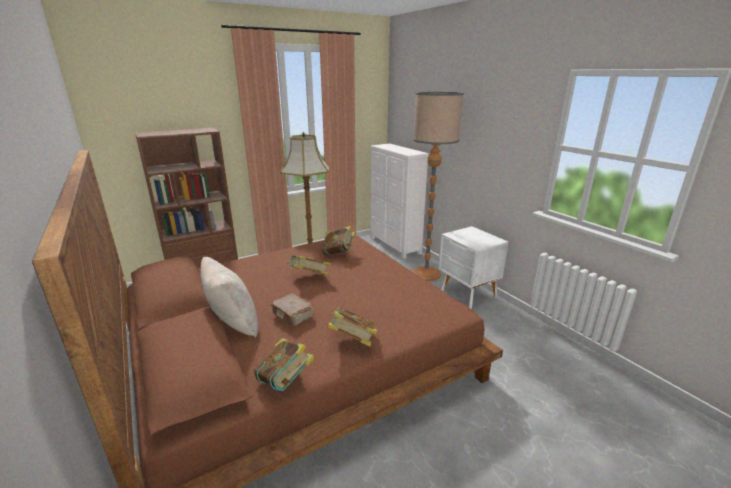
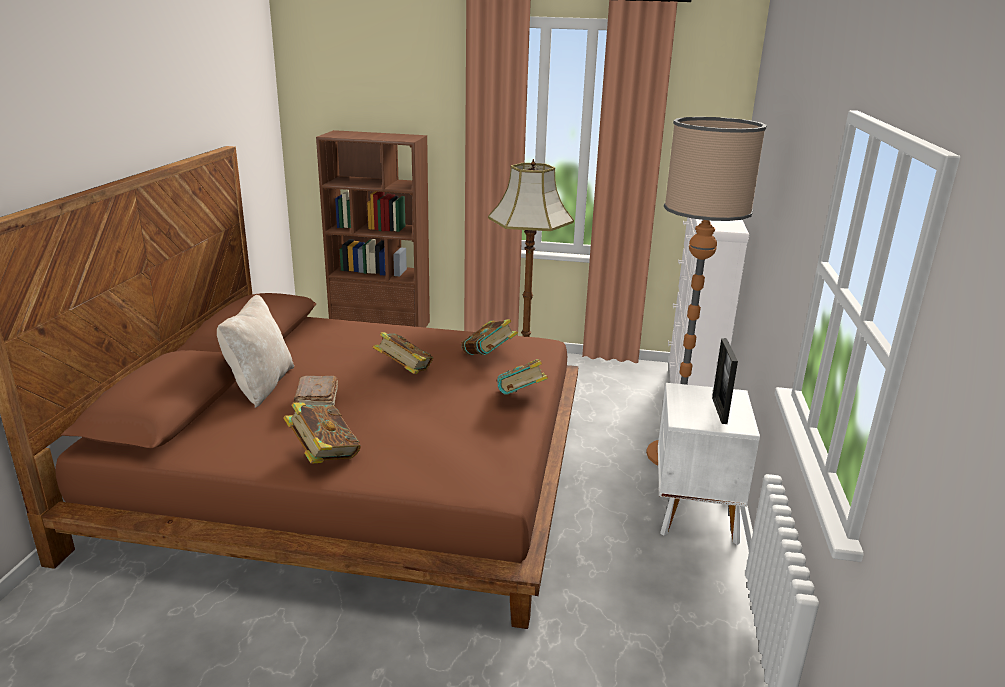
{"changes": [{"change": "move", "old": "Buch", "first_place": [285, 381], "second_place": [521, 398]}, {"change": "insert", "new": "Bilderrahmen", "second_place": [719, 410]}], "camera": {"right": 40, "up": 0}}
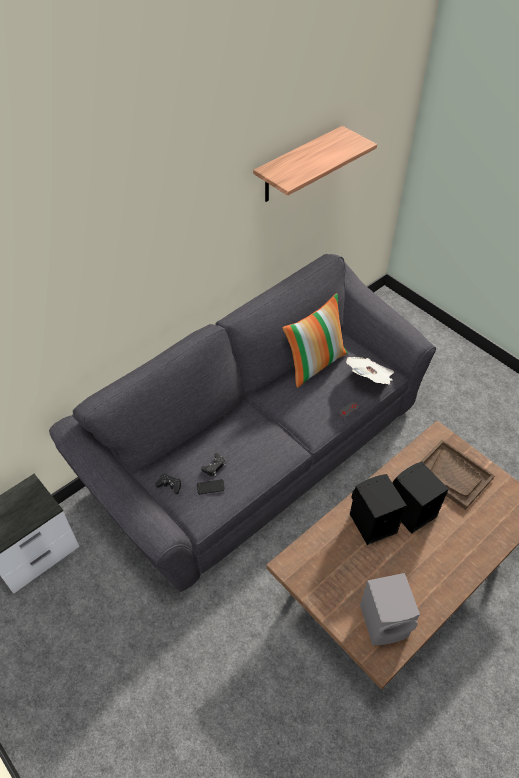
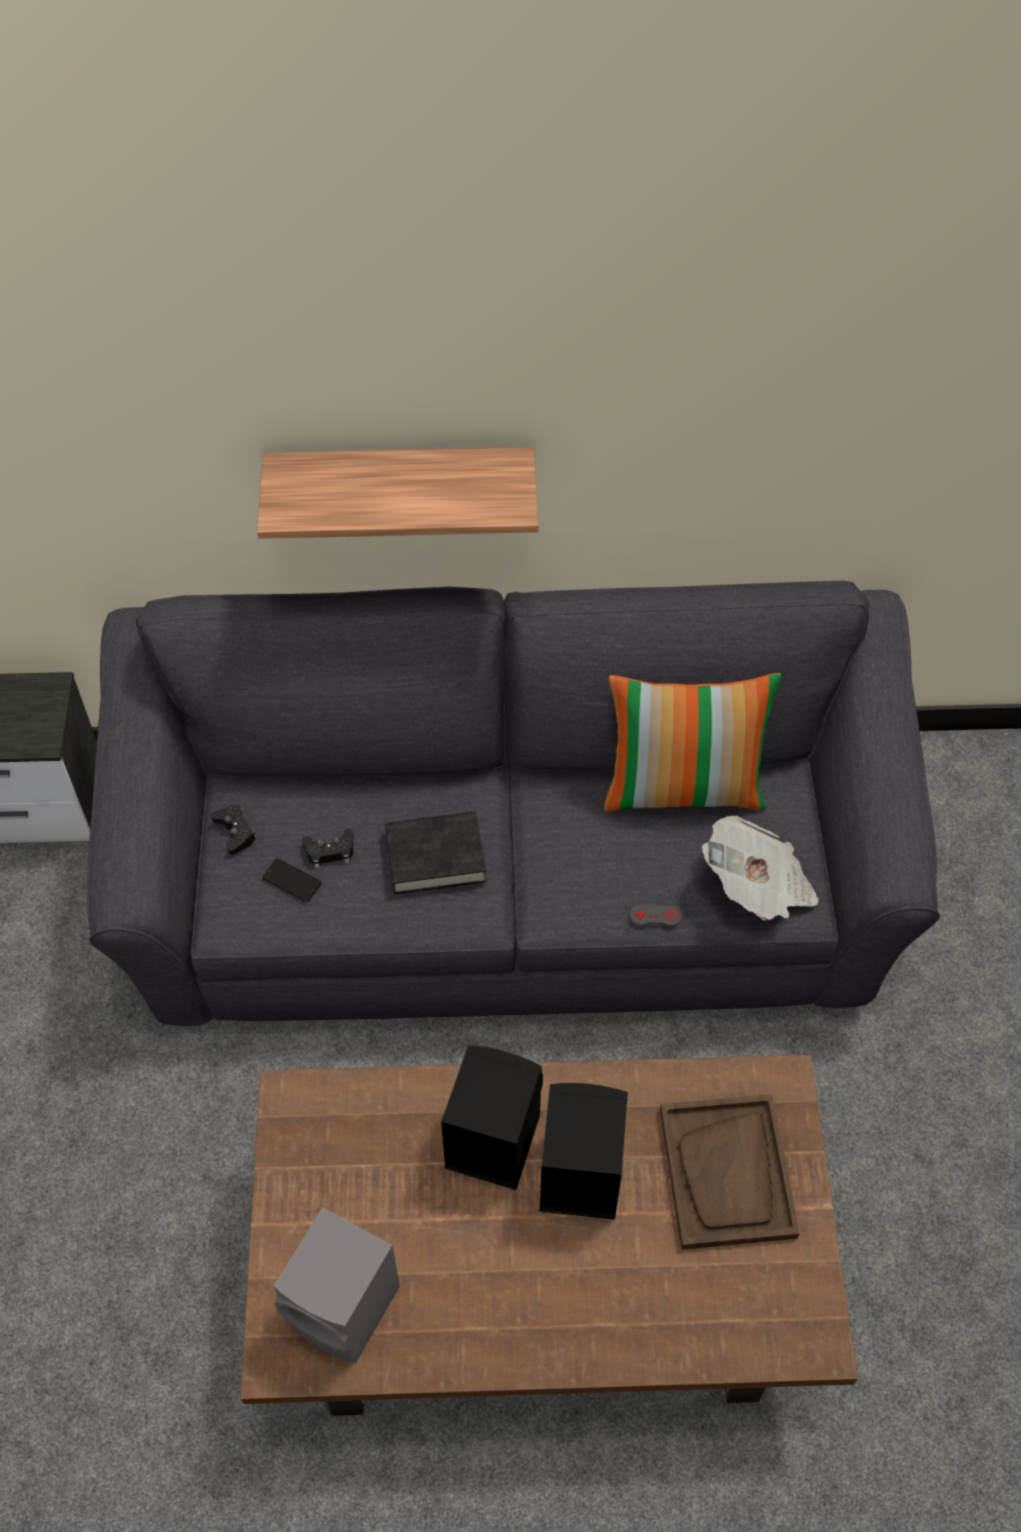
{"changes": [{"change": "move", "old": "Wandregal", "first_place": [298, 165], "second_place": [401, 482]}, {"change": "insert", "new": "Buch [schwarz]", "second_place": [435, 857]}], "camera": {"right": 40, "up": 5}}
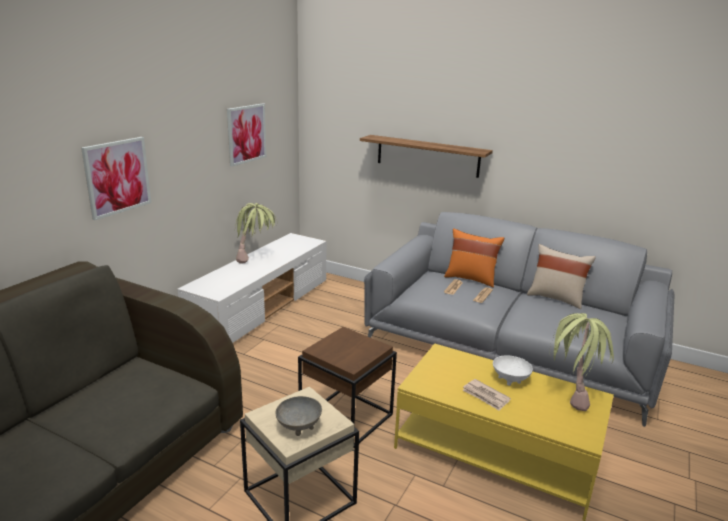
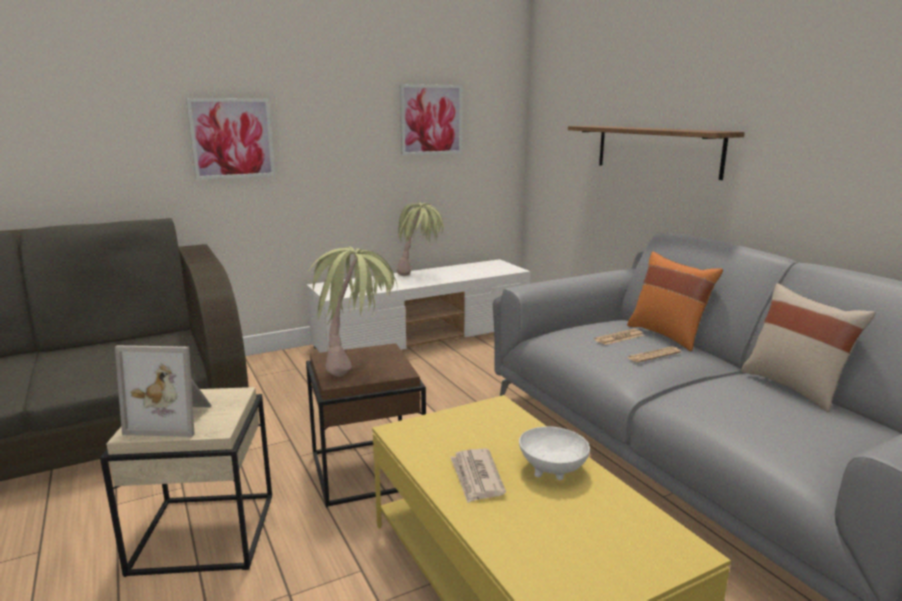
{"changes": [{"change": "replace", "old": "Schüssel [grau]", "new": "Bilderrahmen", "first_place": [299, 426], "second_place": [173, 419]}, {"change": "move", "old": "Topfpflanze", "first_place": [570, 395], "second_place": [357, 364]}], "camera": {"right": 35, "up": -5}}
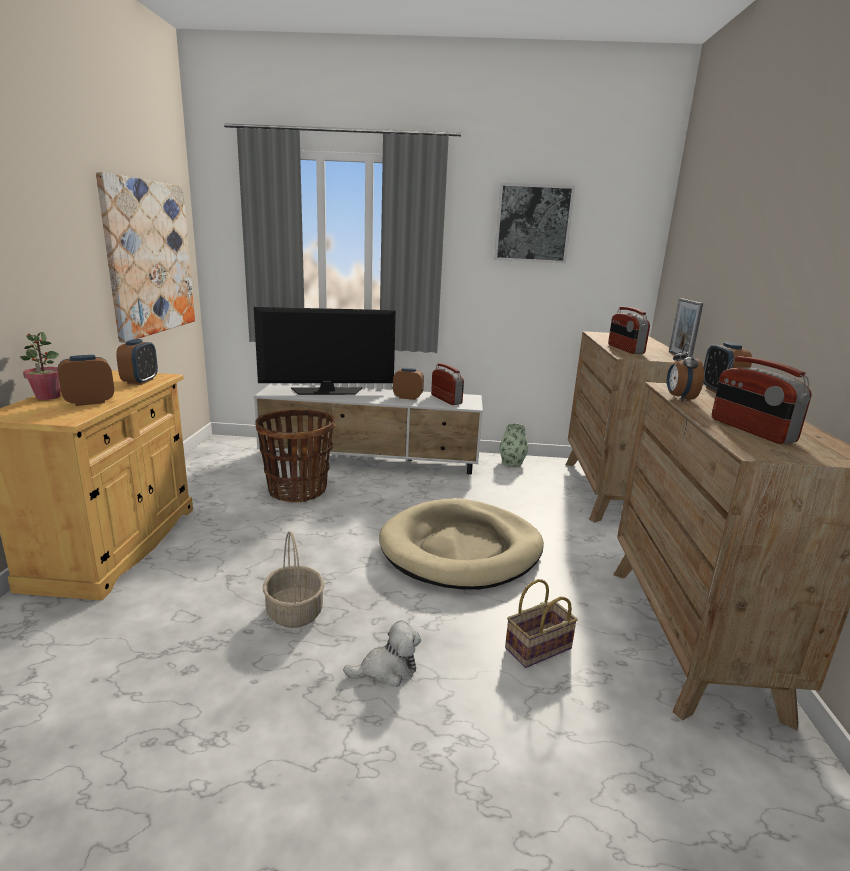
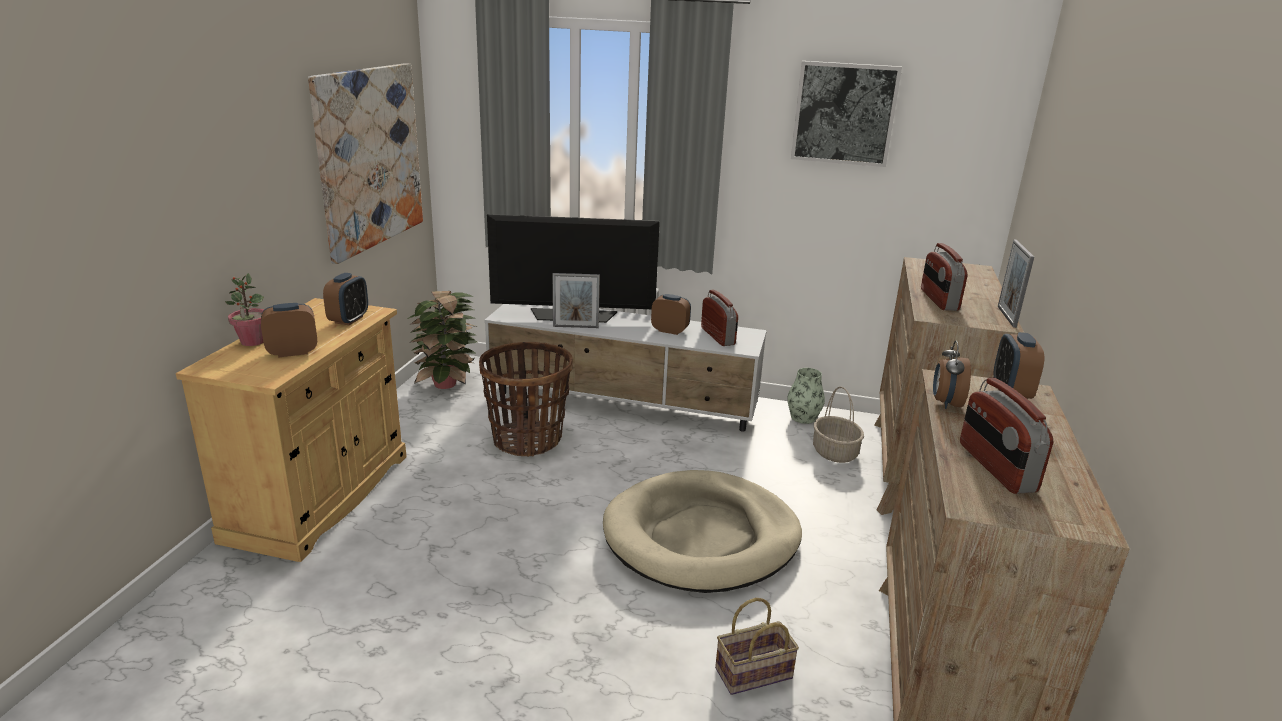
{"changes": [{"change": "insert", "new": "Topfpflanze", "second_place": [446, 385]}, {"change": "insert", "new": "Bilderrahmen", "second_place": [575, 327]}, {"change": "move", "old": "Korb", "first_place": [294, 612], "second_place": [834, 452]}, {"change": "delete", "old": "Plüschtier", "first_place": [387, 670]}], "camera": {"right": 10, "up": 5}}
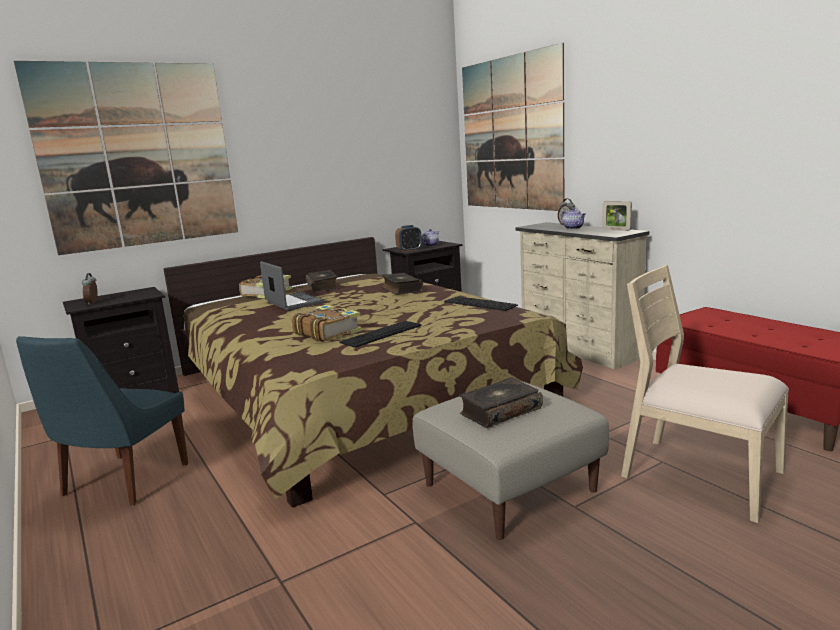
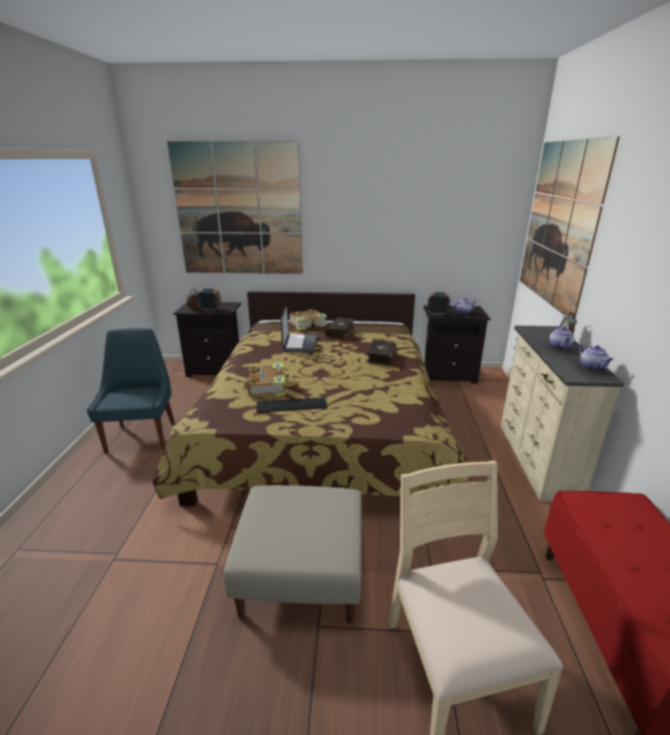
{"changes": [{"change": "rotate", "old": "Stuhl [blau]", "first_place": [122, 482], "second_place": [143, 436], "degrees": 120}, {"change": "insert", "new": "Wecker", "second_place": [210, 310]}, {"change": "replace", "old": "Bilderrahmen", "new": "Teekanne", "first_place": [616, 230], "second_place": [592, 367]}, {"change": "delete", "old": "Tastatur", "first_place": [480, 303]}, {"change": "delete", "old": "Buch", "first_place": [500, 411]}], "camera": {"right": 35, "up": 10}}
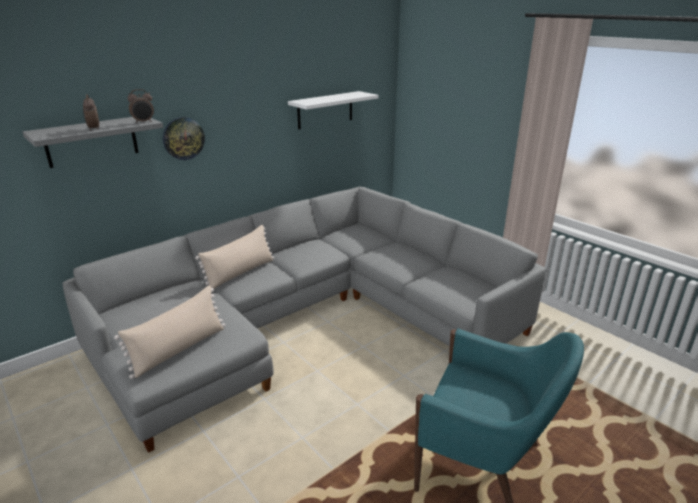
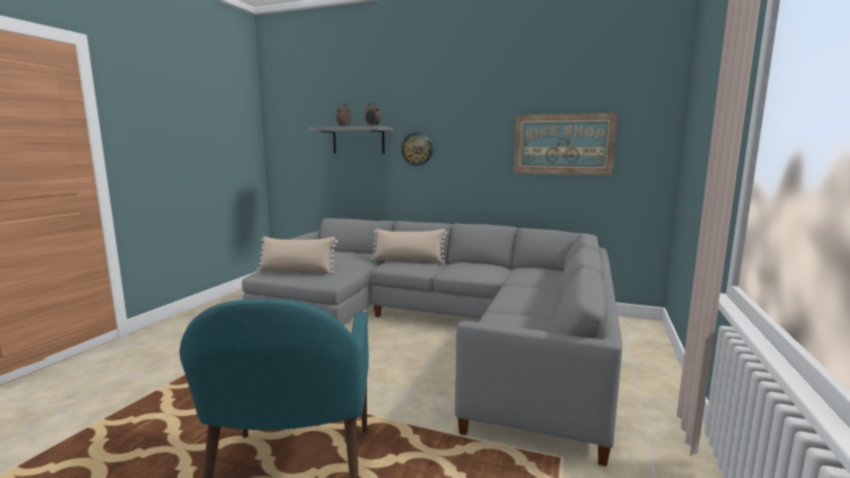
{"changes": [{"change": "replace", "old": "Wandregal [weiß]", "new": "Bild", "first_place": [325, 110], "second_place": [563, 144]}], "camera": {"right": 60, "up": -15}}
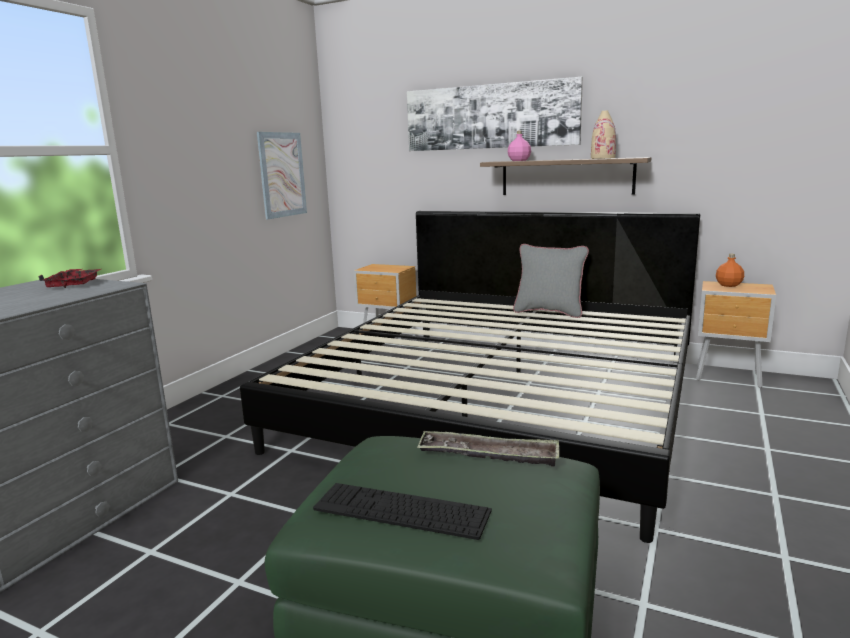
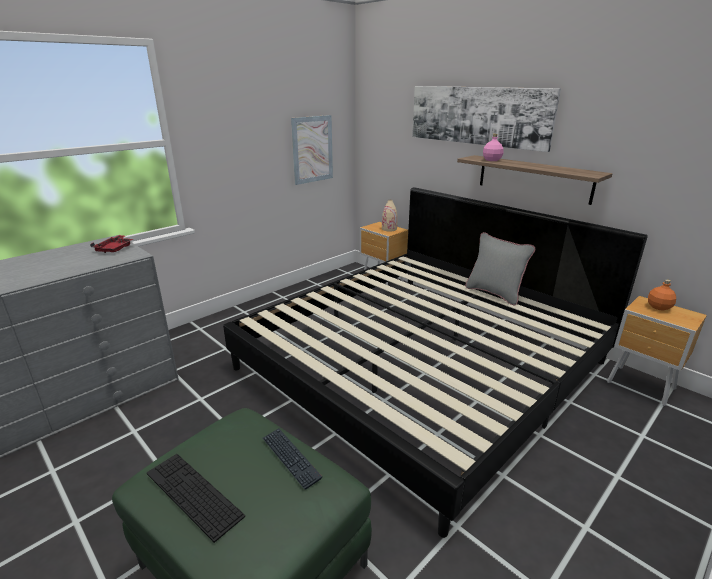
{"changes": [{"change": "replace", "old": "Tablett", "new": "Tastatur", "first_place": [488, 455], "second_place": [290, 458]}, {"change": "move", "old": "Vase [beige]", "first_place": [603, 158], "second_place": [389, 229]}], "camera": {"right": 20, "up": 10}}
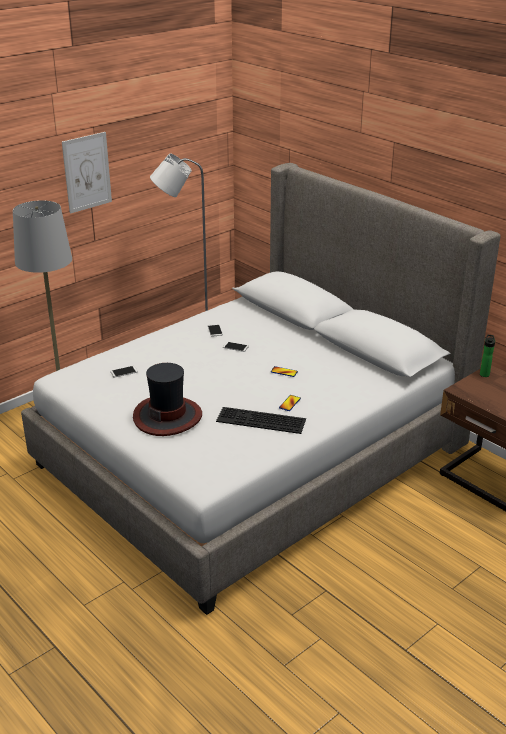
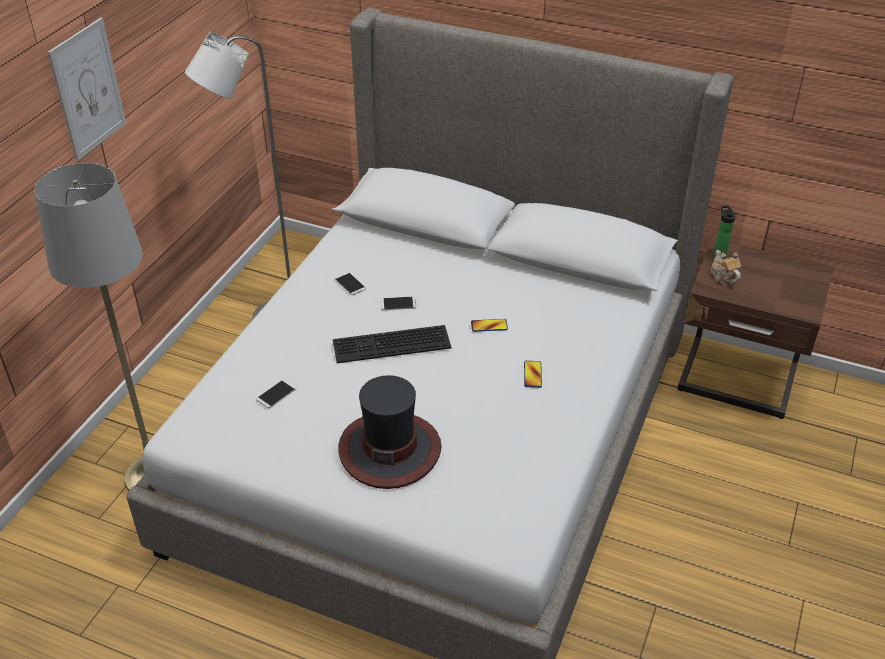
{"changes": [{"change": "move", "old": "Tastatur", "first_place": [259, 421], "second_place": [391, 346]}, {"change": "insert", "new": "Teekanne", "second_place": [723, 277]}], "camera": {"right": -25, "up": 10}}
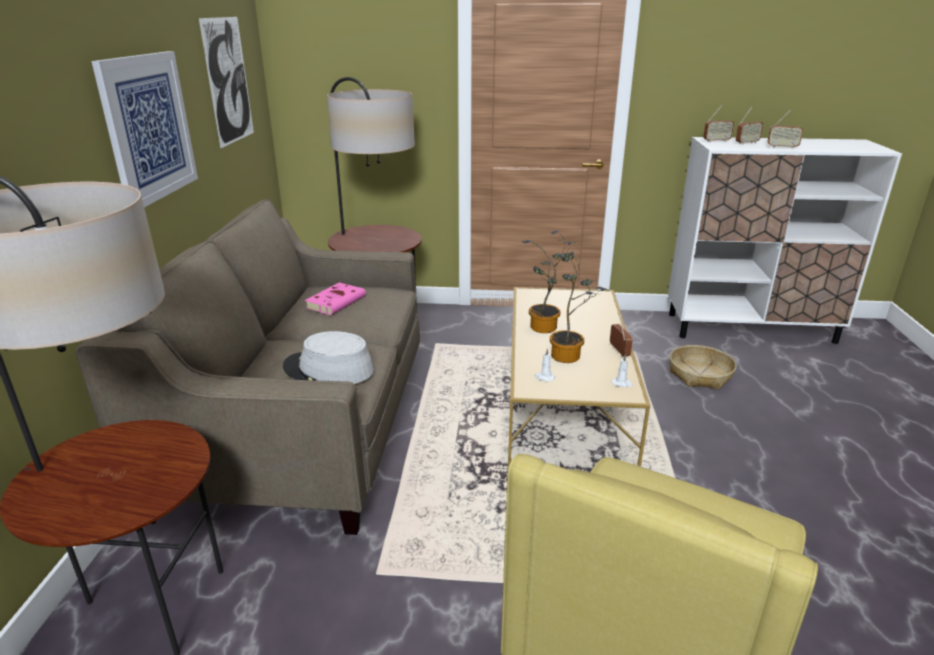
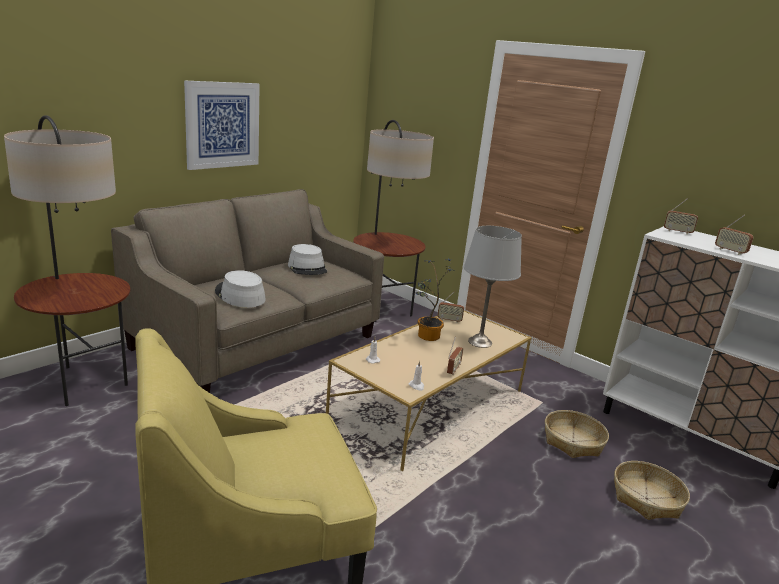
{"changes": [{"change": "replace", "old": "Buch [rosa]", "new": "Hut [grau]", "first_place": [337, 302], "second_place": [307, 268]}, {"change": "move", "old": "Radio", "first_place": [747, 143], "second_place": [449, 320]}, {"change": "insert", "new": "Tischlampe [grau]", "second_place": [480, 342]}, {"change": "insert", "new": "Korb", "second_place": [647, 499]}, {"change": "delete", "old": "Bild", "first_place": [228, 81]}, {"change": "delete", "old": "Topfpflanze", "first_place": [570, 356]}], "camera": {"right": 35, "up": -5}}
